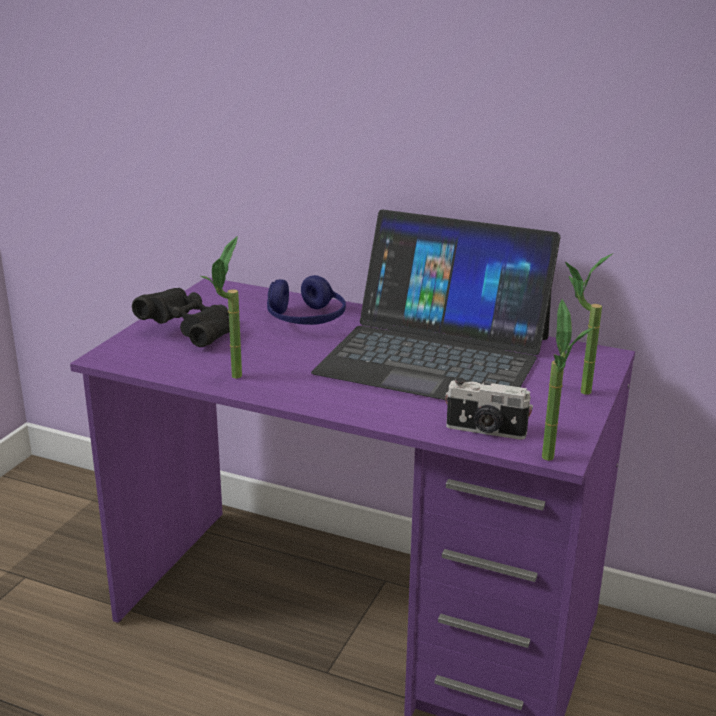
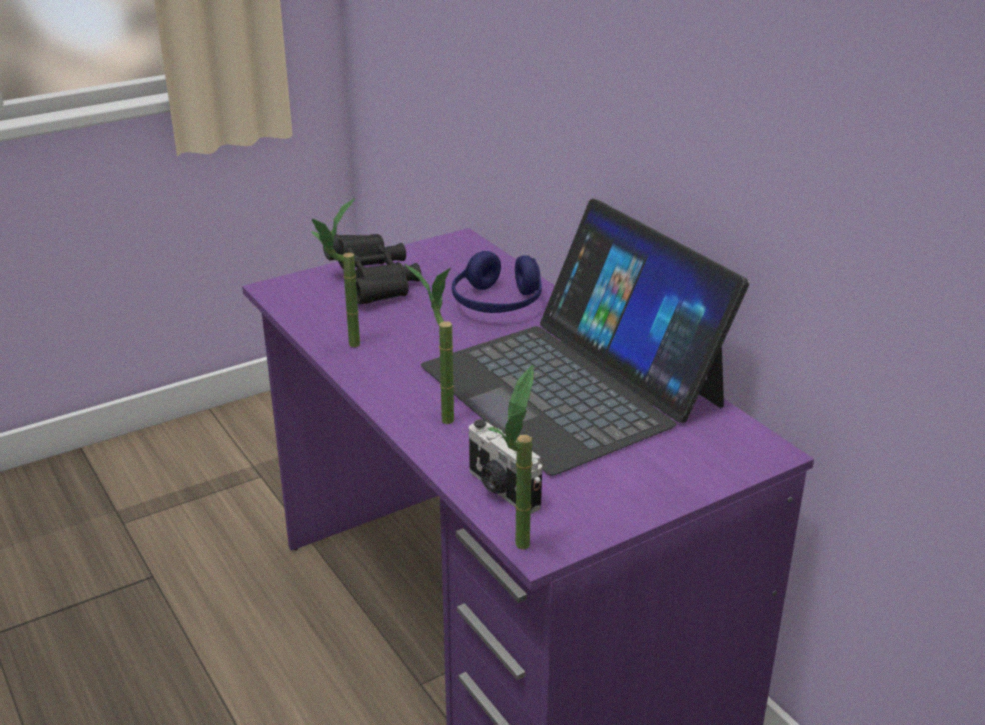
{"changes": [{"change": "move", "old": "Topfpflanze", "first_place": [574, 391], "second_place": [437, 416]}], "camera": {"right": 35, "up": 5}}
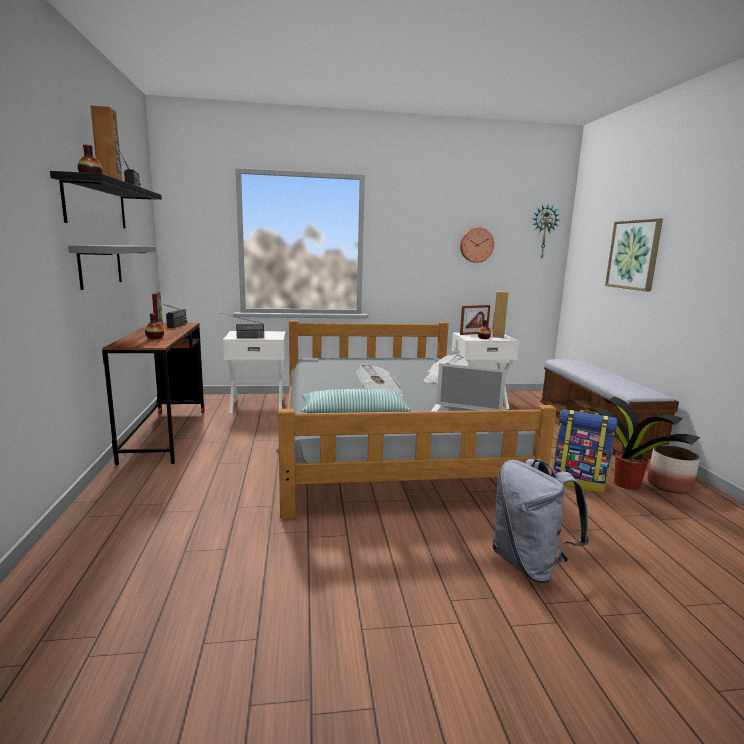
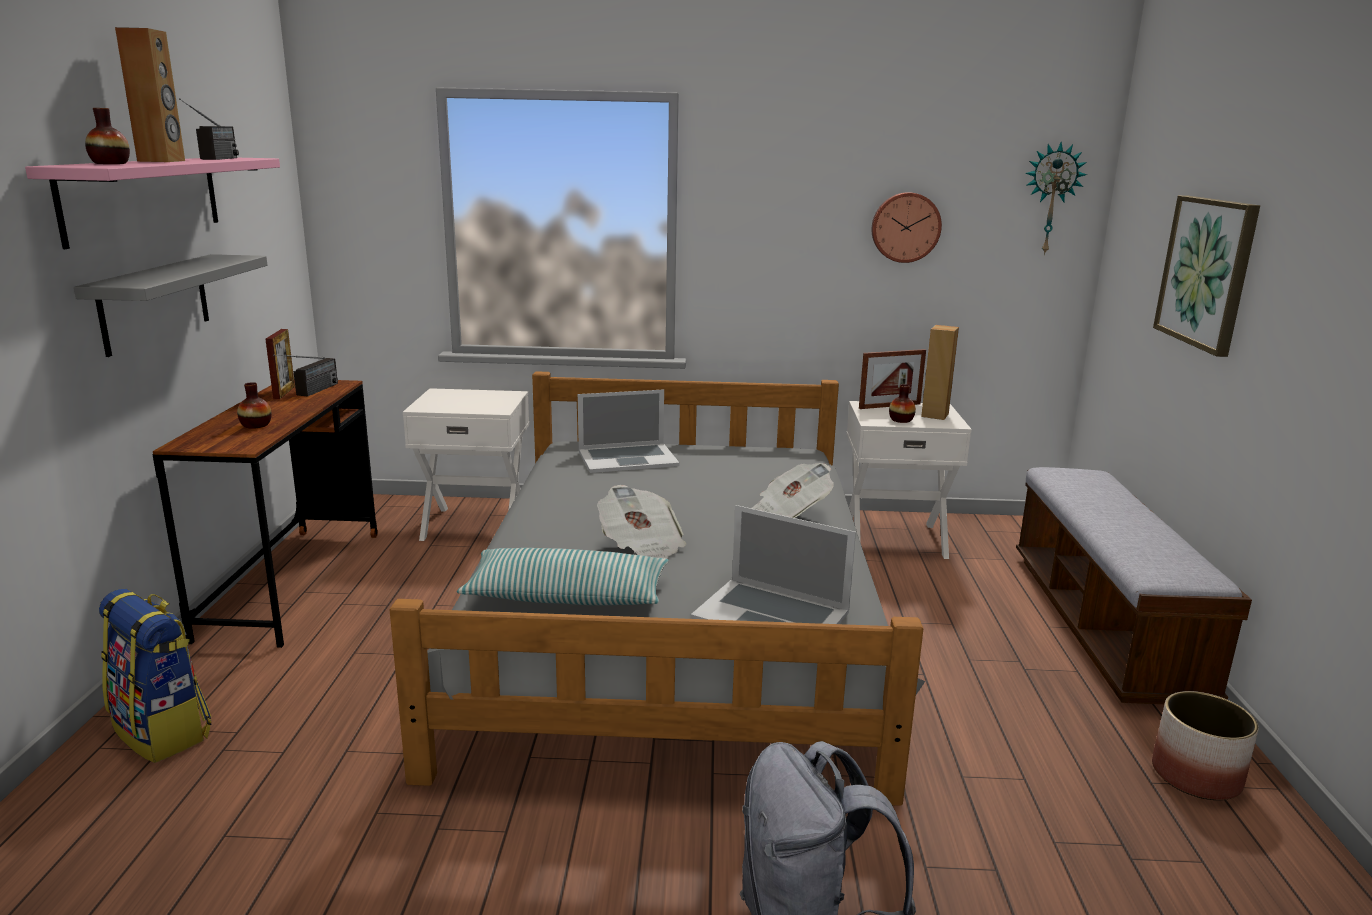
{"changes": [{"change": "recolor", "old": "Wandregal [schwarz]", "new": "Wandregal [rosa]", "first_place": [96, 205], "second_place": [143, 197]}, {"change": "move", "old": "Rucksack", "first_place": [579, 482], "second_place": [164, 731]}, {"change": "insert", "new": "Laptop", "second_place": [627, 458]}, {"change": "delete", "old": "Radio", "first_place": [243, 338]}, {"change": "delete", "old": "Topfpflanze", "first_place": [625, 483]}], "camera": {"right": 10, "up": 5}}
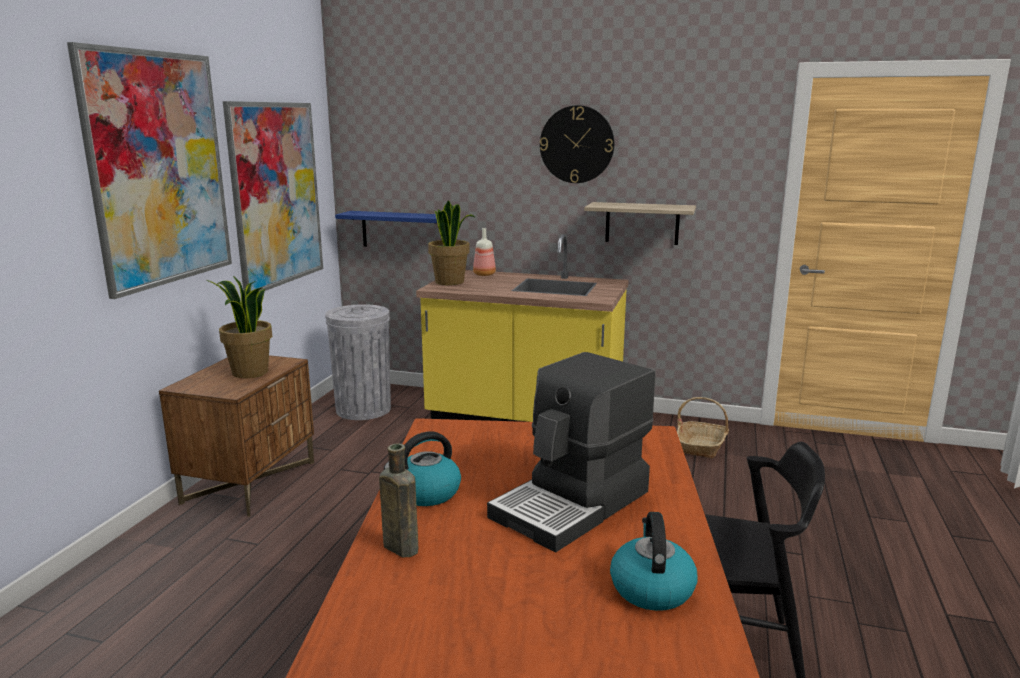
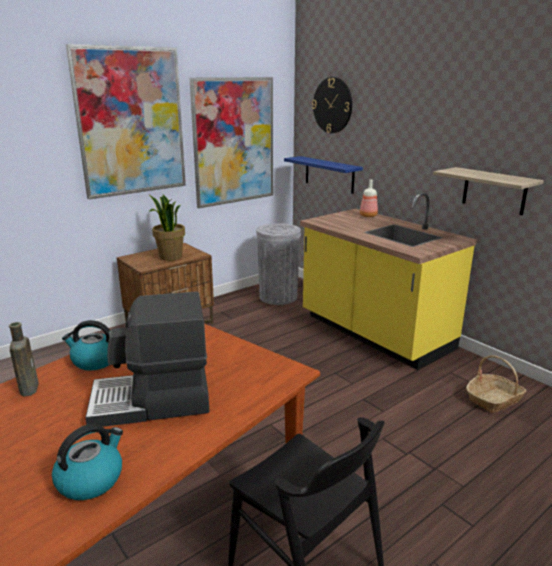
{"changes": [{"change": "move", "old": "Wanduhr", "first_place": [577, 144], "second_place": [332, 105]}, {"change": "delete", "old": "Topfpflanze", "first_place": [450, 282]}], "camera": {"right": 35, "up": 5}}
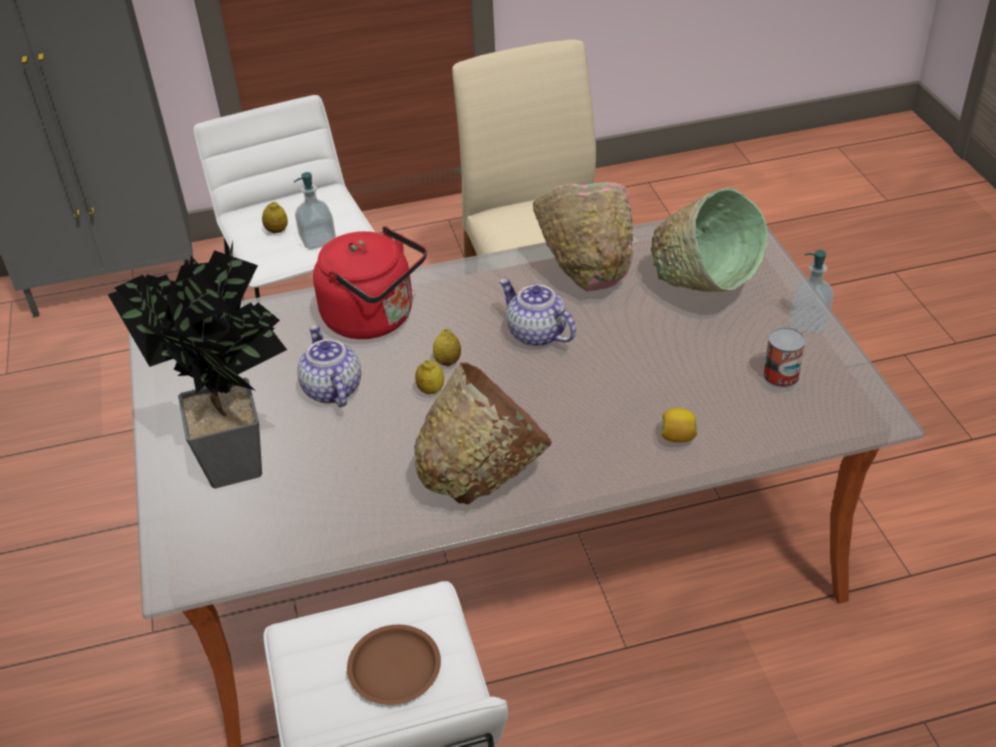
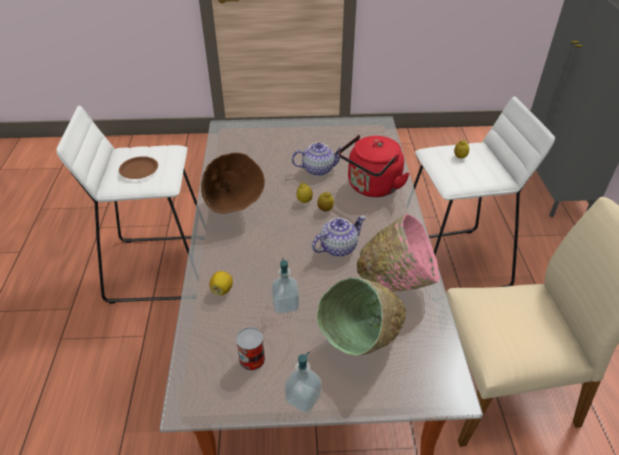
{"changes": [{"change": "move", "old": "Seifenspender", "first_place": [318, 240], "second_place": [285, 304]}, {"change": "delete", "old": "Topfpflanze", "first_place": [245, 467]}], "camera": {"right": 100, "up": 0}}
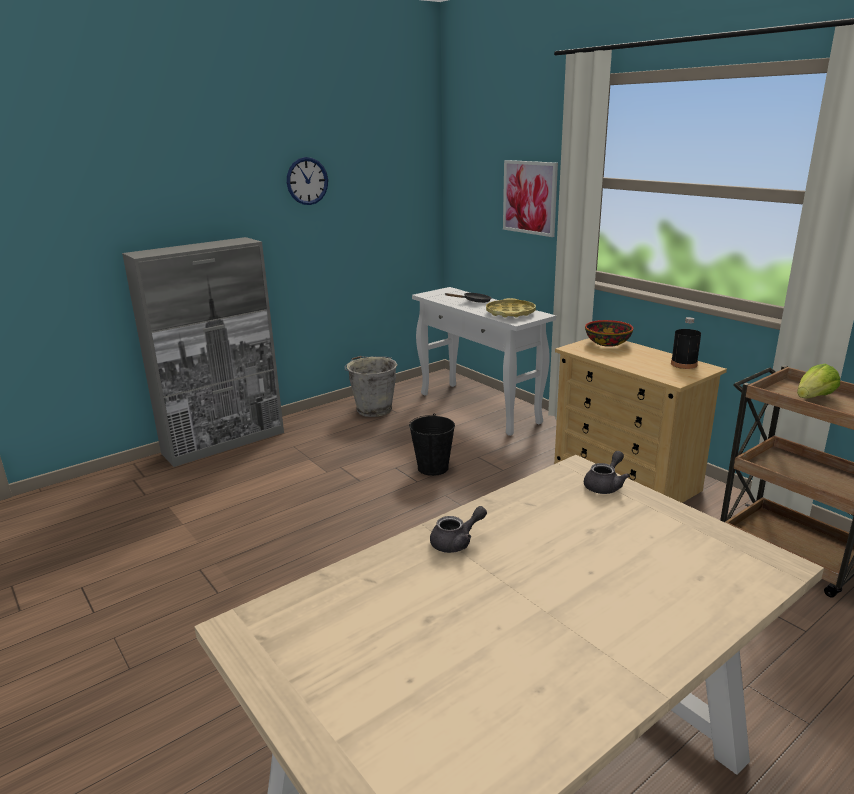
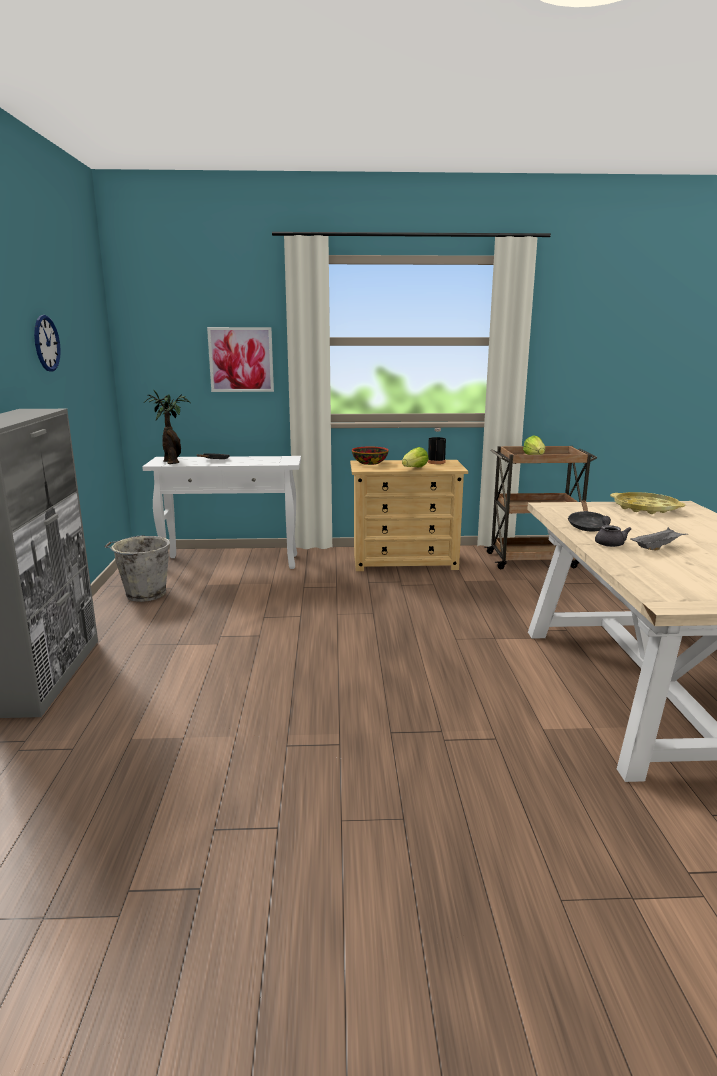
{"changes": [{"change": "insert", "new": "Topfpflanze", "second_place": [172, 462]}, {"change": "insert", "new": "Salatkopf", "second_place": [414, 468]}, {"change": "insert", "new": "Pfanne [schwarz]", "second_place": [587, 525]}, {"change": "move", "old": "Tablett [gelb]", "first_place": [510, 313], "second_place": [645, 508]}, {"change": "insert", "new": "Tablett [grau]", "second_place": [657, 547]}, {"change": "delete", "old": "Eimer [schwarz]", "first_place": [433, 468]}, {"change": "delete", "old": "Teekanne [grau]", "first_place": [605, 485]}], "camera": {"right": -55, "up": -5}}
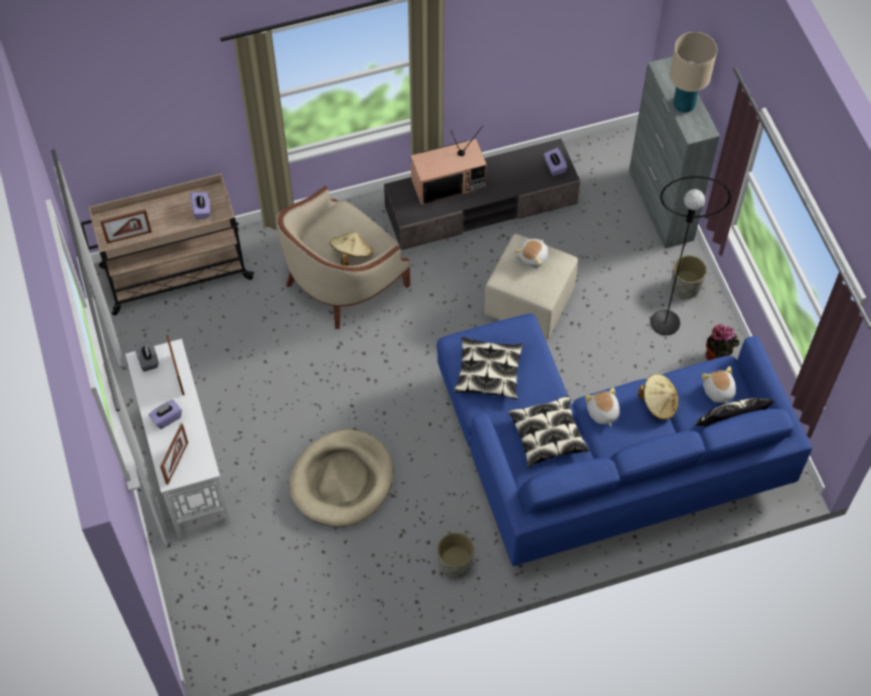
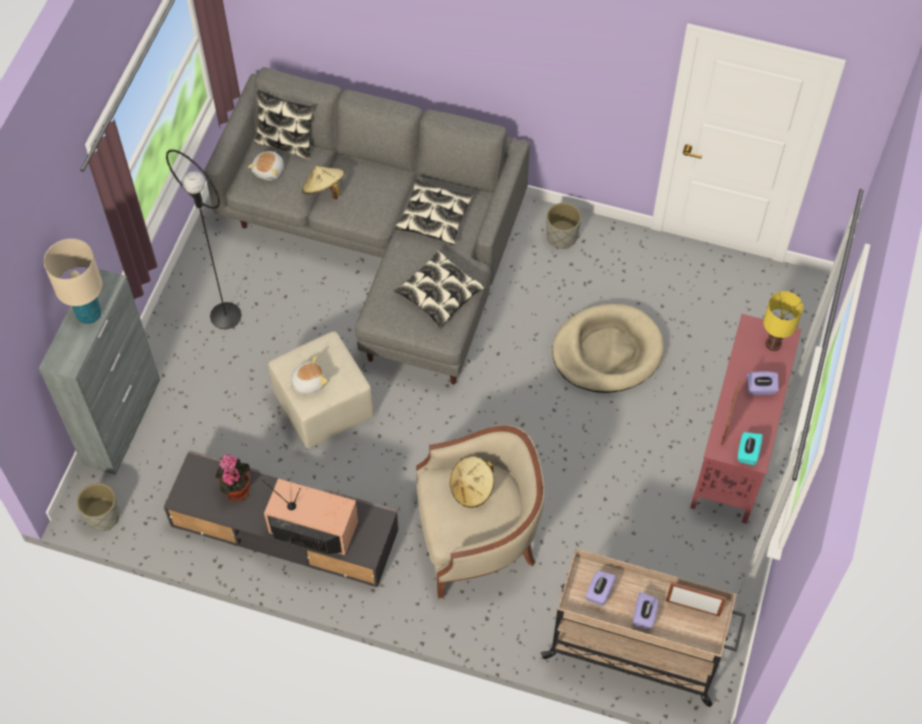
{"changes": [{"change": "move", "old": "Pflanzkübel [grau]", "first_place": [685, 287], "second_place": [103, 516]}, {"change": "recolor", "old": "Sofa [blau]", "new": "Sofa [grau]", "first_place": [600, 460], "second_place": [383, 242]}, {"change": "move", "old": "Topfpflanze", "first_place": [718, 357], "second_place": [236, 489]}, {"change": "move", "old": "Taschentuchbox [lila]", "first_place": [554, 167], "second_place": [644, 615]}, {"change": "recolor", "old": "Konsolentisch [weiß]", "new": "Konsolentisch [rot]", "first_place": [187, 463], "second_place": [735, 447]}, {"change": "recolor", "old": "Taschentuchbox [grau]", "new": "Taschentuchbox [türkis]", "first_place": [148, 360], "second_place": [747, 453]}, {"change": "replace", "old": "Bilderrahmen", "new": "Tischlampe [gelb]", "first_place": [177, 463], "second_place": [773, 344]}, {"change": "delete", "old": "Plüschtier", "first_place": [602, 412]}], "camera": {"right": -145, "up": 0}}
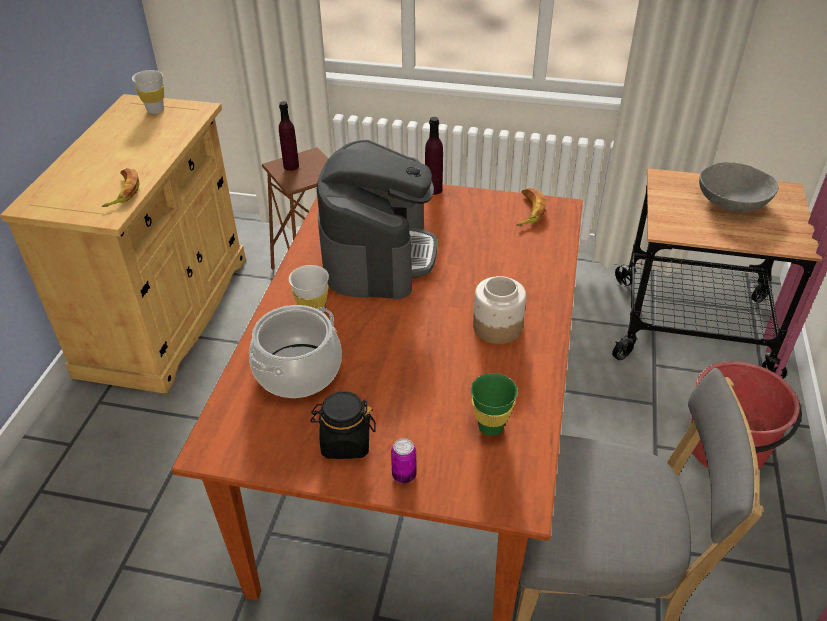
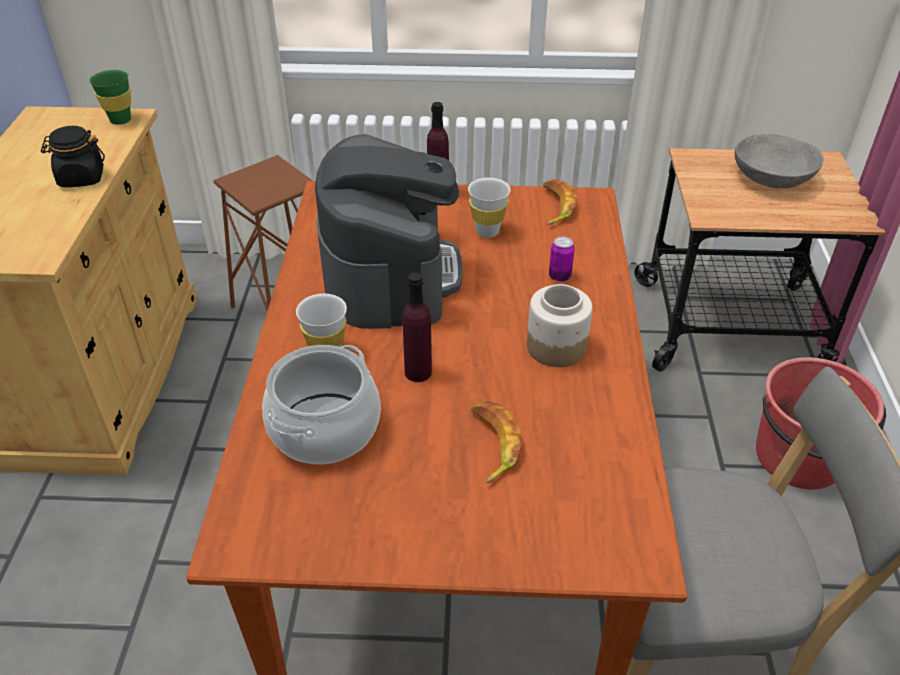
{"changes": [{"change": "move", "old": "Vorratsglas [schwarz]", "first_place": [345, 442], "second_place": [81, 178]}, {"change": "move", "old": "Tasse [grün]", "first_place": [490, 427], "second_place": [120, 120]}, {"change": "move", "old": "Flasche [lila]", "first_place": [291, 166], "second_place": [418, 372]}, {"change": "move", "old": "Tasse [weiß]", "first_place": [155, 110], "second_place": [487, 232]}, {"change": "move", "old": "Banane", "first_place": [123, 191], "second_place": [492, 444]}, {"change": "move", "old": "Dose", "first_place": [404, 475], "second_place": [559, 276]}], "camera": {"right": -10, "up": 0}}
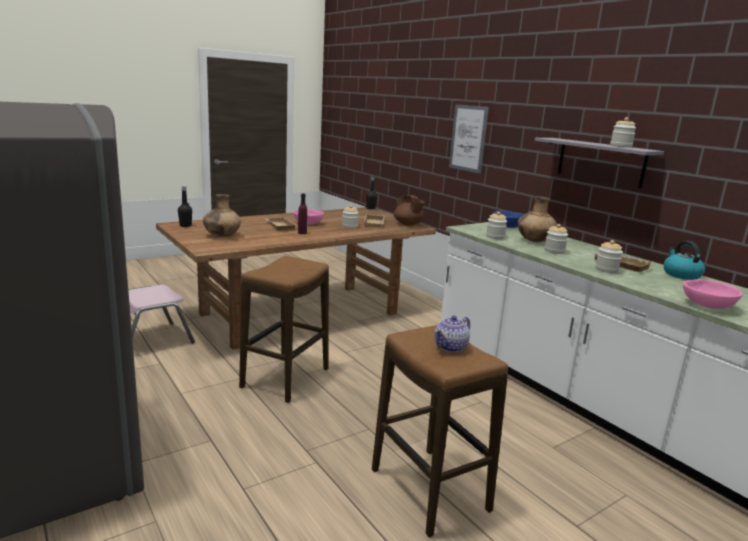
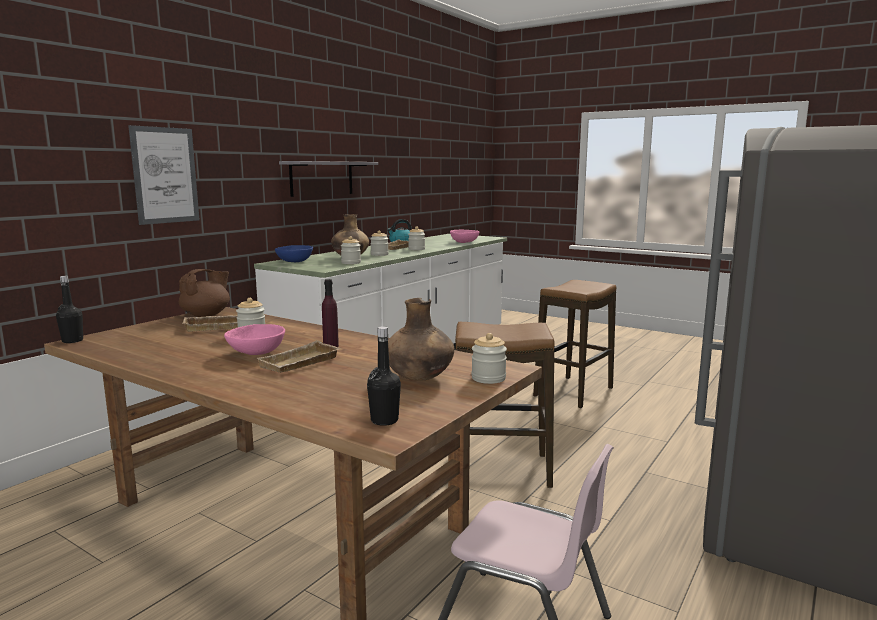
{"changes": [{"change": "move", "old": "Vorratsglas", "first_place": [621, 146], "second_place": [488, 378]}, {"change": "delete", "old": "Teekanne", "first_place": [451, 347]}], "camera": {"right": -110, "up": -5}}
